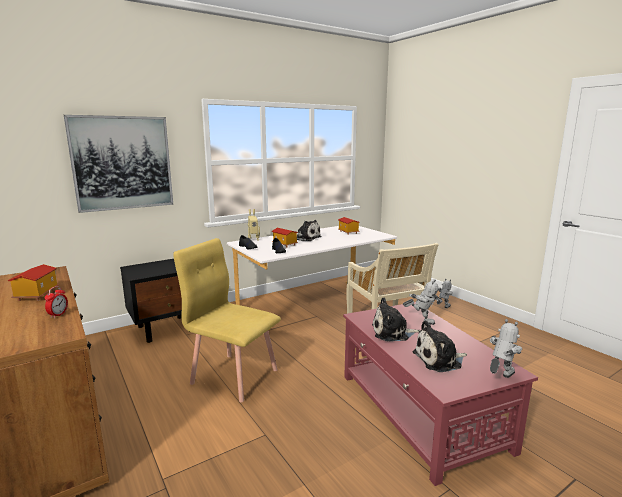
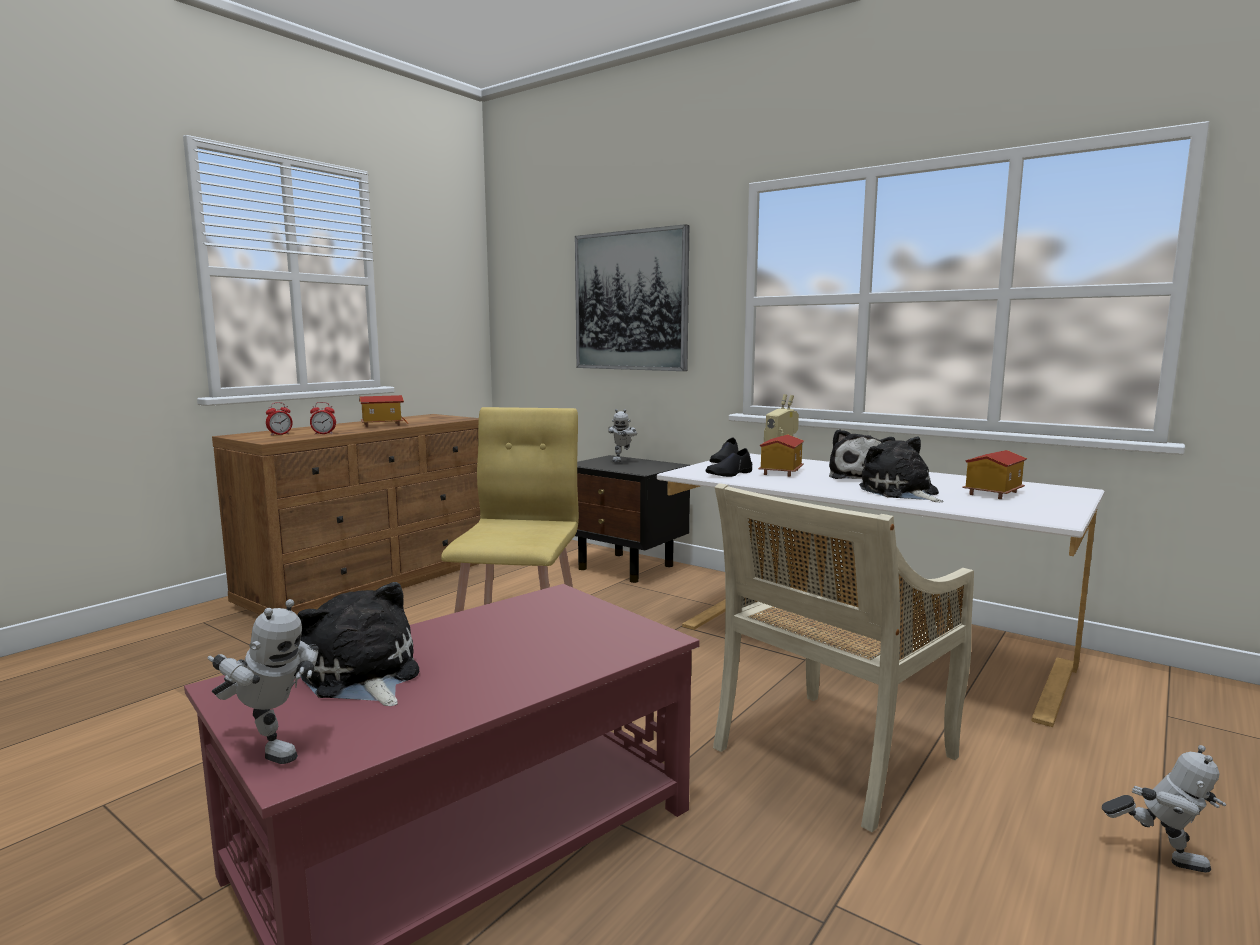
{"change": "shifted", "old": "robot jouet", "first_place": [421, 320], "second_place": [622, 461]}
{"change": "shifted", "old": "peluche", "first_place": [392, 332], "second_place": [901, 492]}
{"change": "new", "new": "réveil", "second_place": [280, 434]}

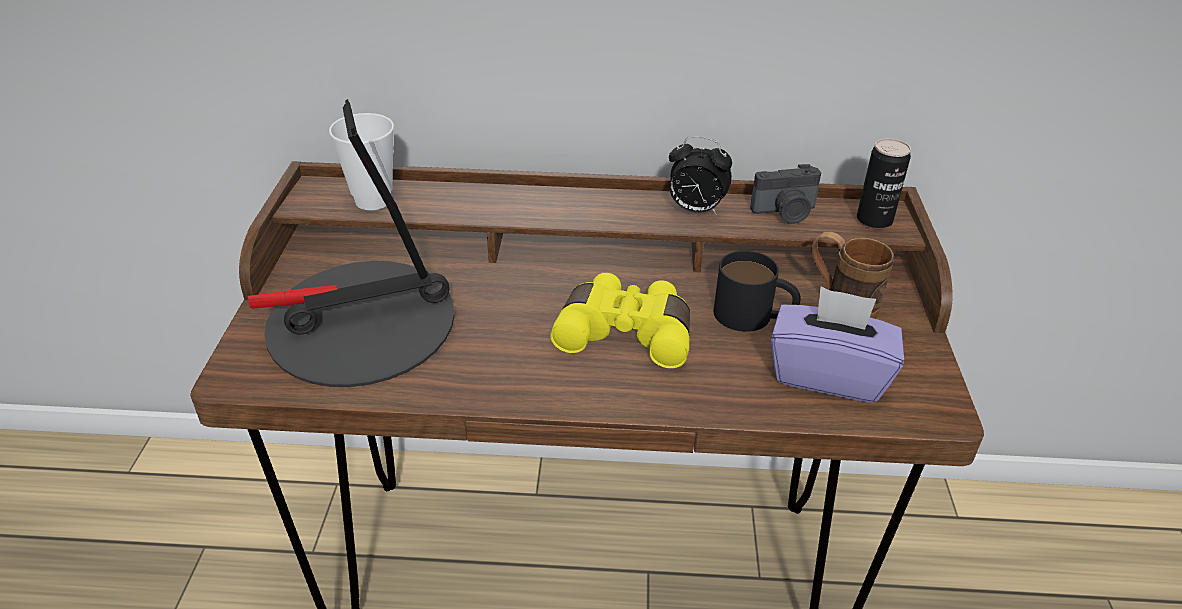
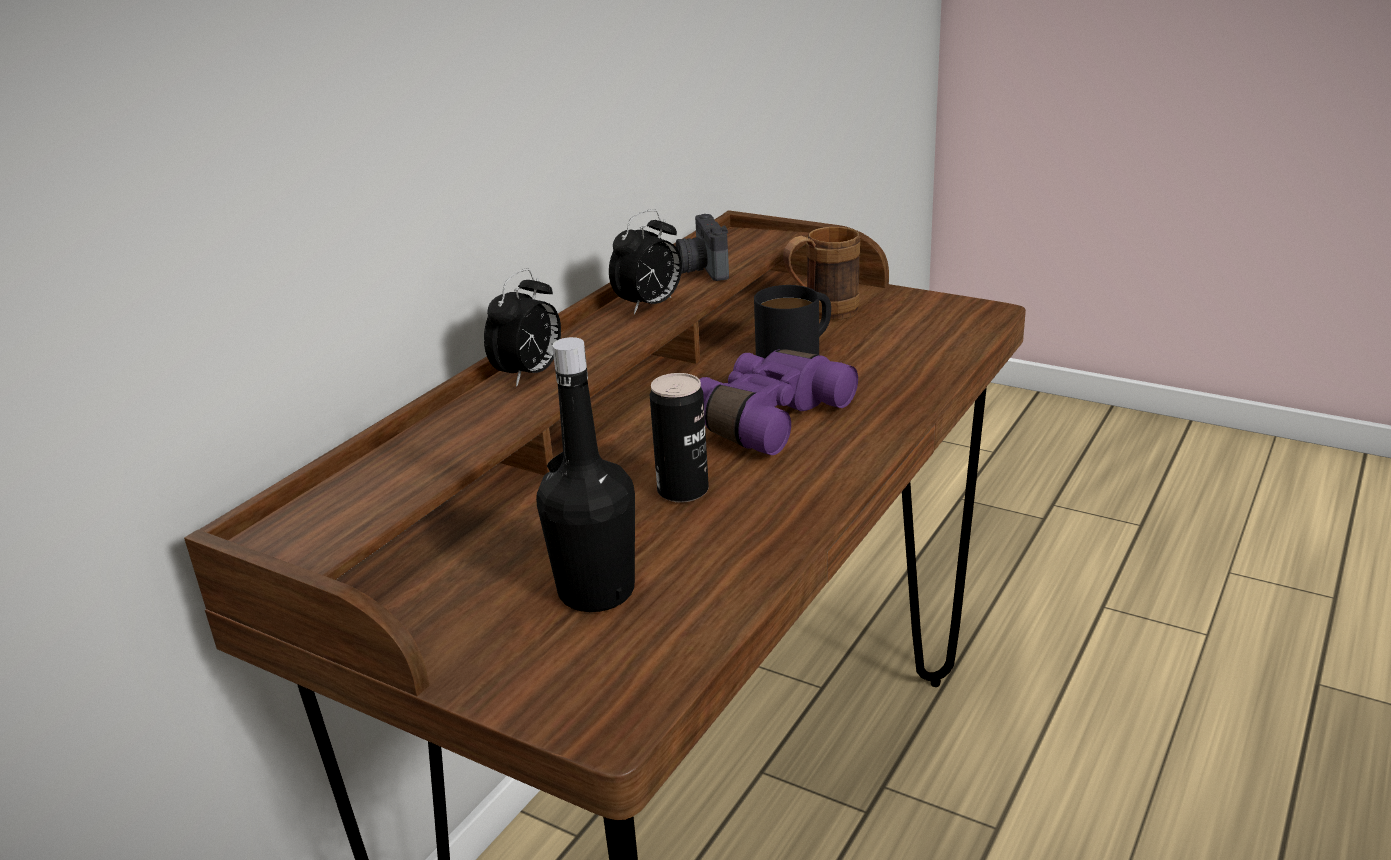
{"change": "swapped", "old": "lampe de table", "new": "bouteille/noir", "first_place": [362, 328], "second_place": [596, 591]}
{"change": "gone", "old": "tasse", "first_place": [373, 200]}
{"change": "shifted", "old": "boîte métallique", "first_place": [874, 220], "second_place": [683, 490]}
{"change": "rotated", "old": "appareil photo", "first_place": [785, 213], "second_place": [702, 269], "degrees": 150}
{"change": "repainted", "old": "jumelles/jaune", "new": "jumelles/violet", "first_place": [626, 332], "second_place": [766, 418]}
{"change": "gone", "old": "boîte à mouchoirs/violet", "first_place": [828, 374]}
{"change": "new", "new": "réveil", "second_place": [529, 375]}

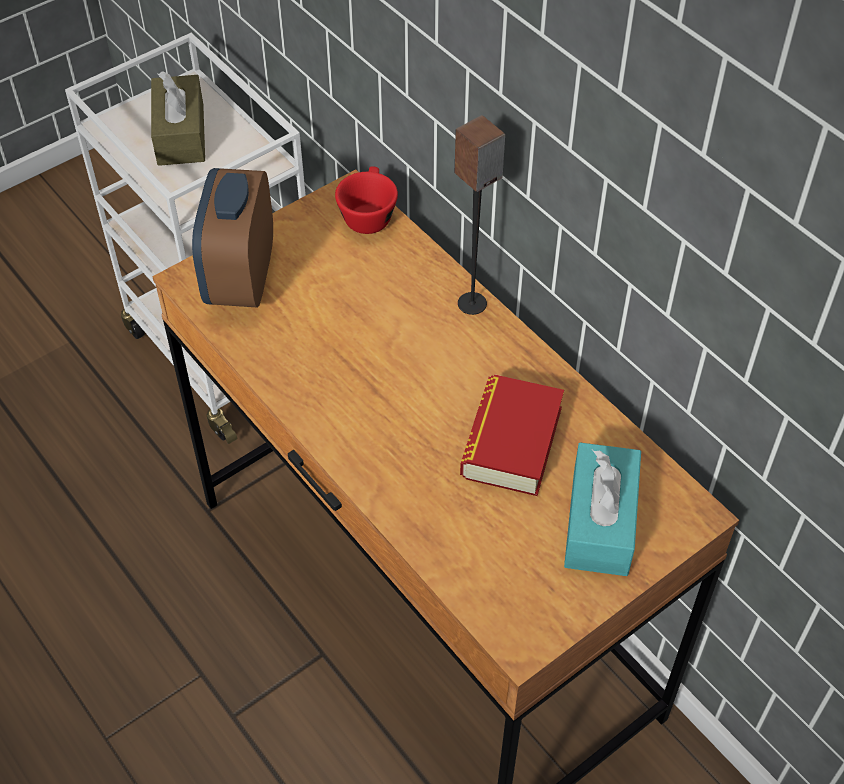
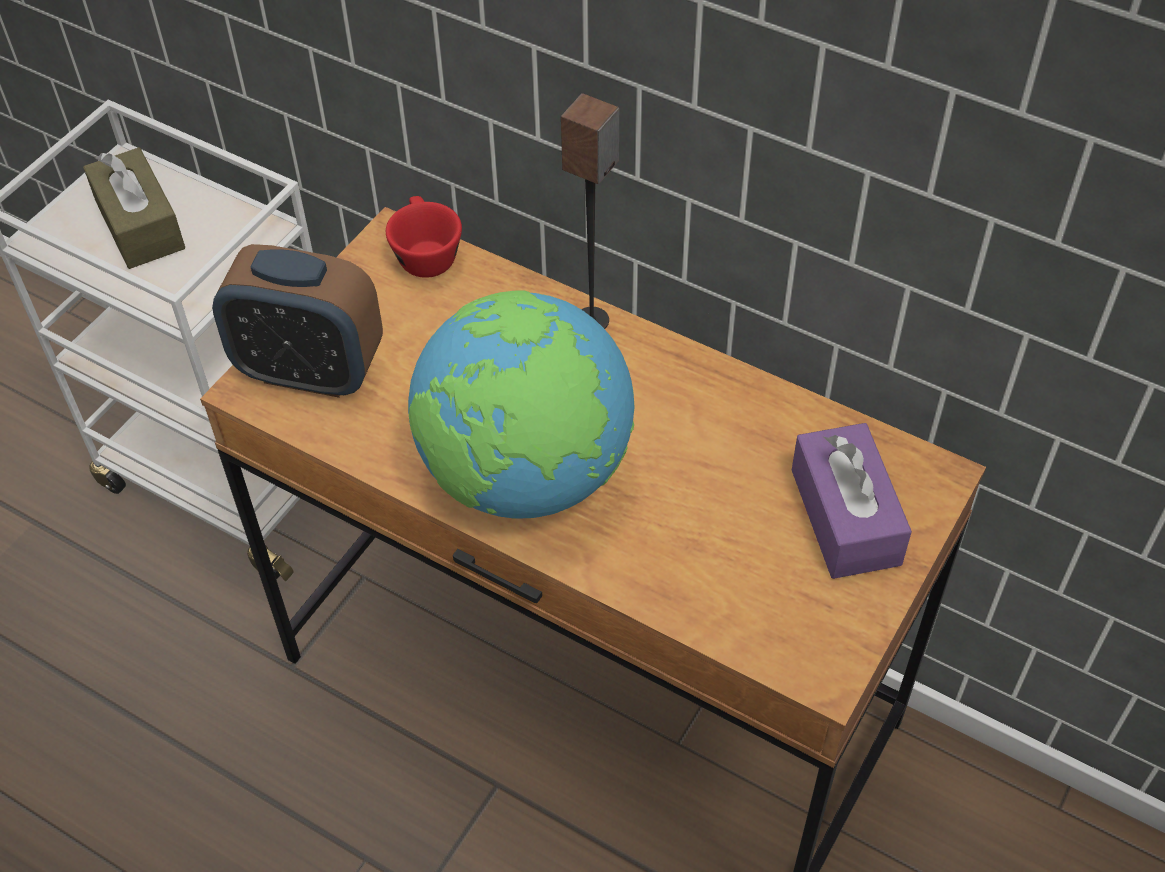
{"change": "rotated", "old": "réveil", "first_place": [240, 279], "second_place": [310, 371], "degrees": -60}
{"change": "gone", "old": "livre", "first_place": [511, 442]}
{"change": "repainted", "old": "boîte à mouchoirs/turquoise", "new": "boîte à mouchoirs/violet", "first_place": [600, 522], "second_place": [845, 517]}
{"change": "new", "new": "globe", "second_place": [525, 475]}

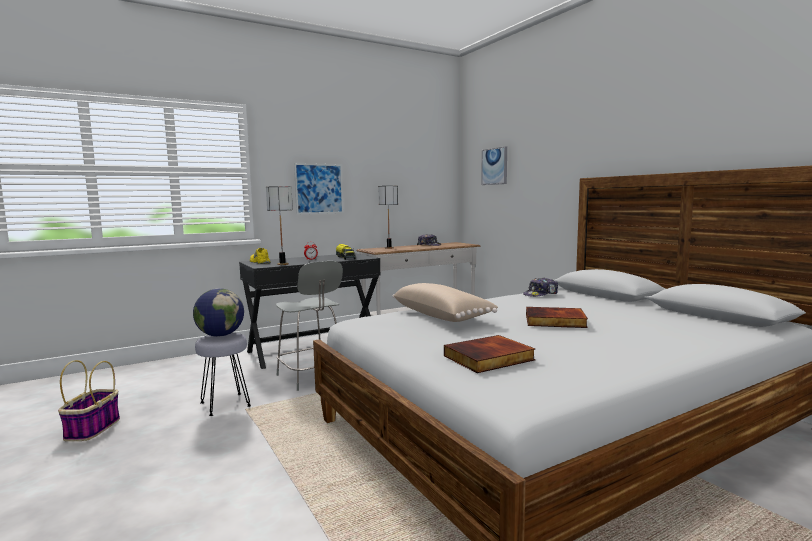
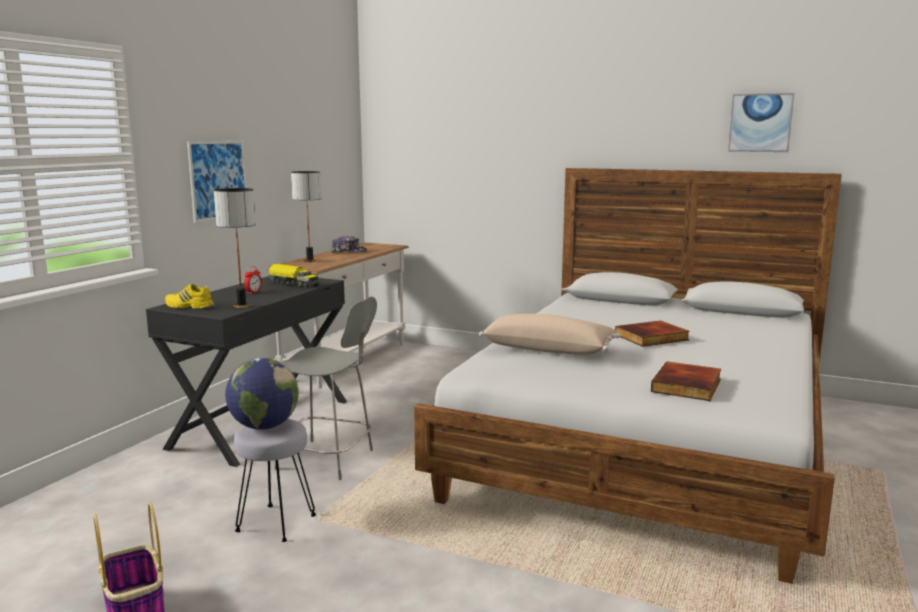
{"change": "shifted", "old": "tableau", "first_place": [494, 166], "second_place": [760, 123]}
{"change": "gone", "old": "casquette", "first_place": [541, 294]}

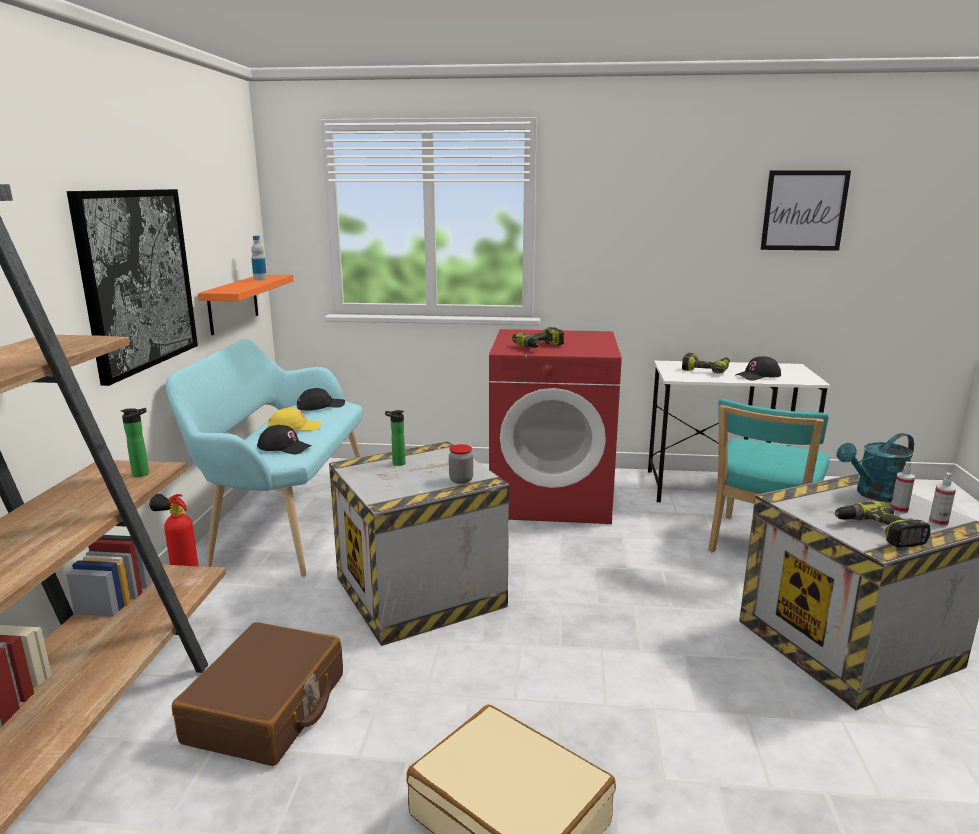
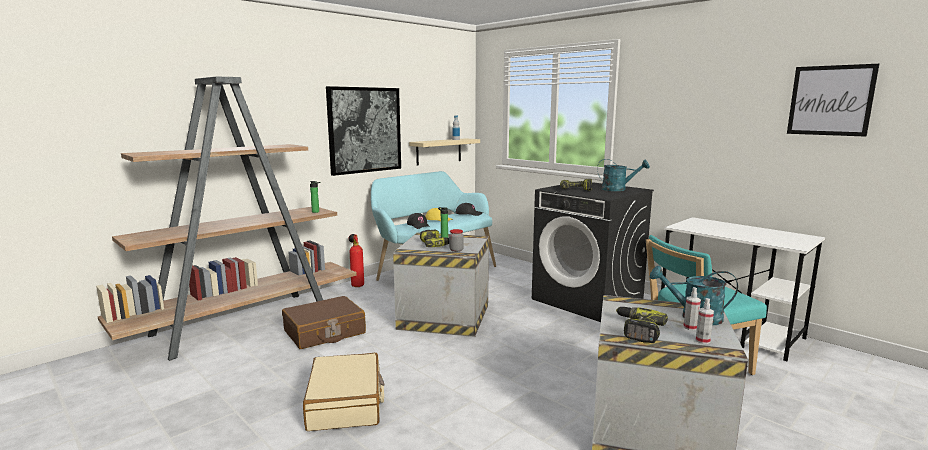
{"change": "repainted", "old": "étagère/orange", "new": "étagère/beige", "first_place": [233, 303], "second_place": [439, 151]}
{"change": "repainted", "old": "lave-linge/rouge", "new": "lave-linge/noir", "first_place": [552, 497], "second_place": [588, 300]}
{"change": "shifted", "old": "perceuse", "first_place": [706, 370], "second_place": [437, 244]}
{"change": "gone", "old": "casquette/noir", "first_place": [758, 376]}
{"change": "new", "new": "arrosoir/turquoise", "second_place": [618, 189]}

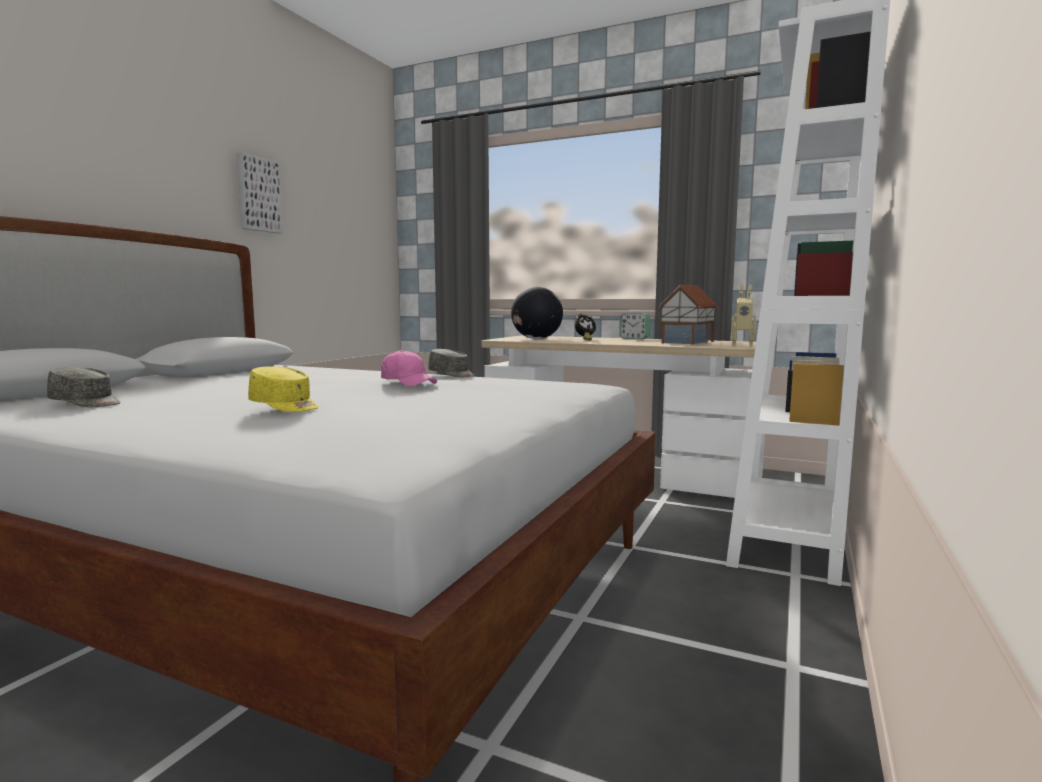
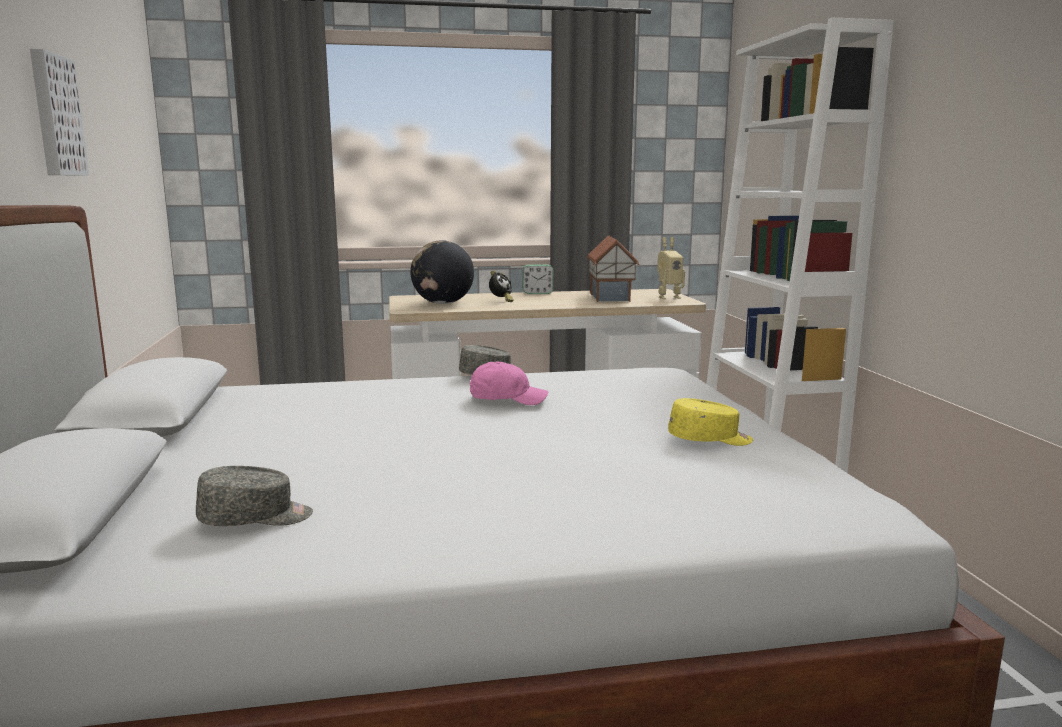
{"change": "shifted", "old": "casquette/jaune", "first_place": [285, 406], "second_place": [710, 440]}

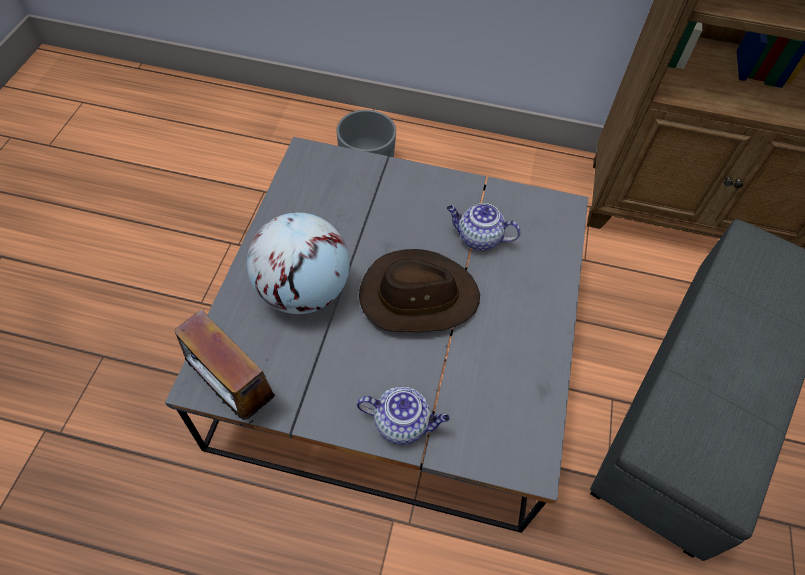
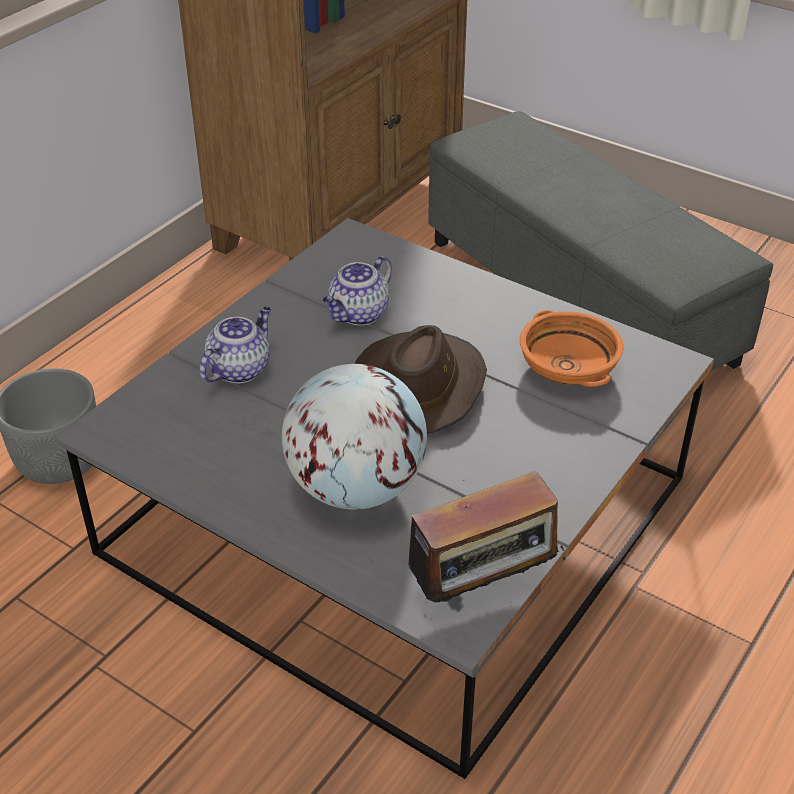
{"change": "shifted", "old": "théière", "first_place": [402, 423], "second_place": [239, 368]}
{"change": "new", "new": "bol/orange", "second_place": [569, 368]}

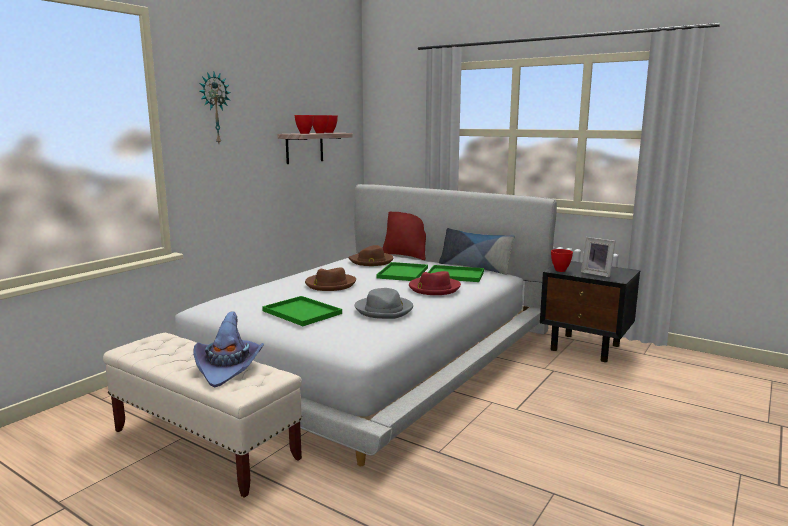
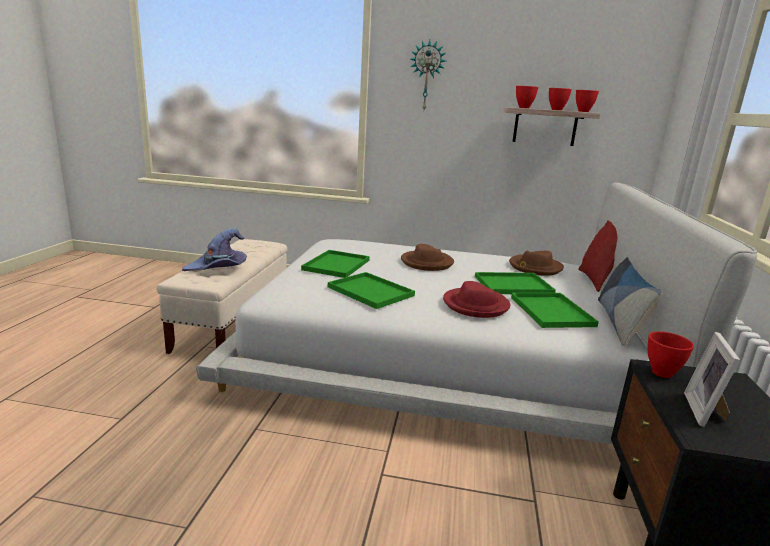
{"change": "swapped", "old": "chapeau/gris", "new": "plateau/vert", "first_place": [384, 310], "second_place": [372, 291]}

